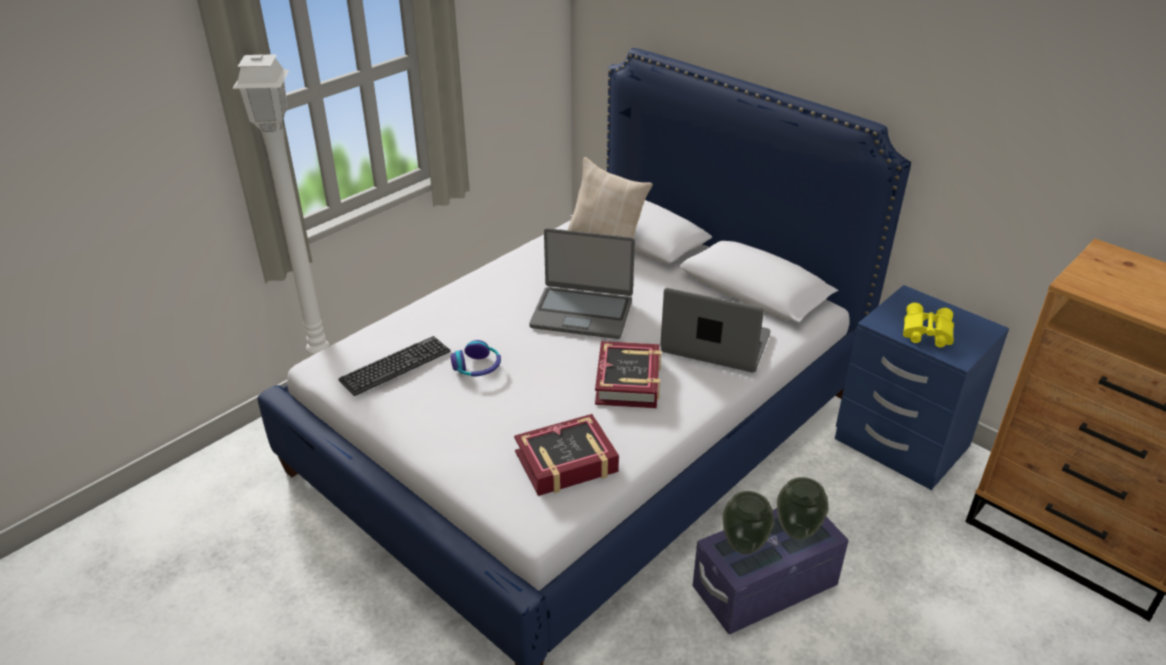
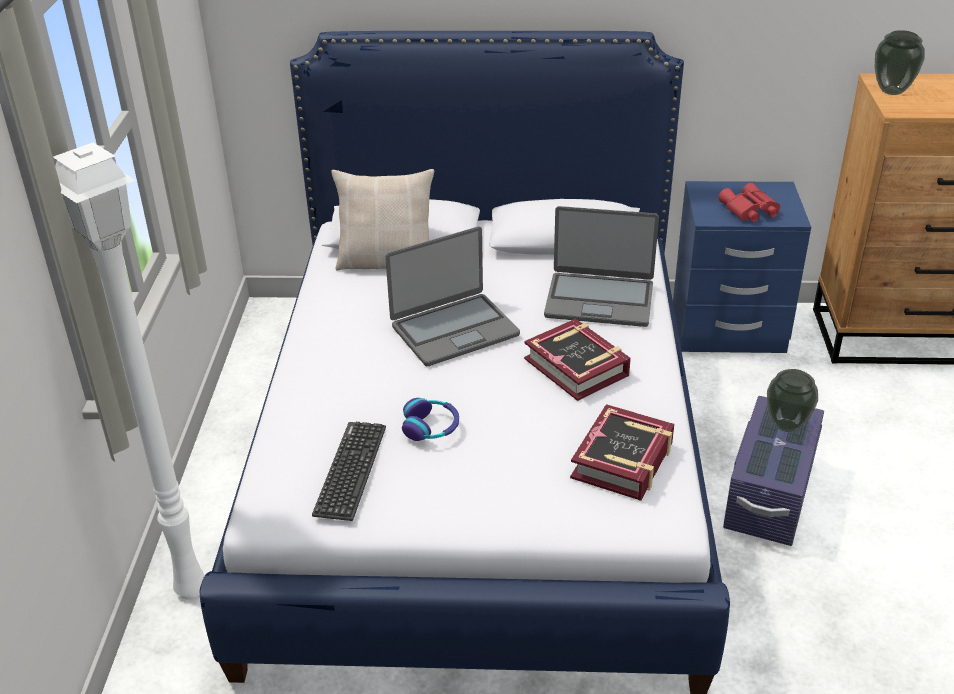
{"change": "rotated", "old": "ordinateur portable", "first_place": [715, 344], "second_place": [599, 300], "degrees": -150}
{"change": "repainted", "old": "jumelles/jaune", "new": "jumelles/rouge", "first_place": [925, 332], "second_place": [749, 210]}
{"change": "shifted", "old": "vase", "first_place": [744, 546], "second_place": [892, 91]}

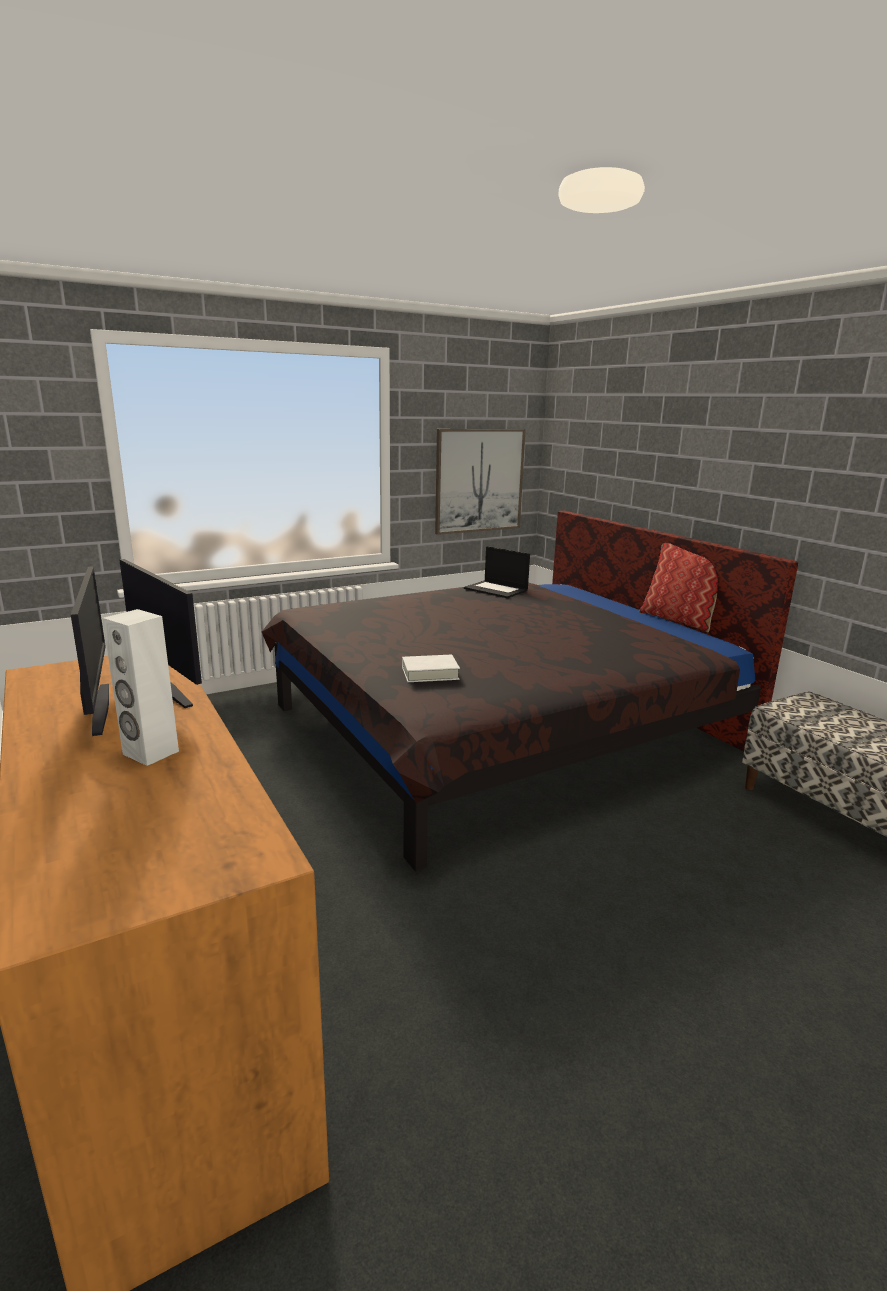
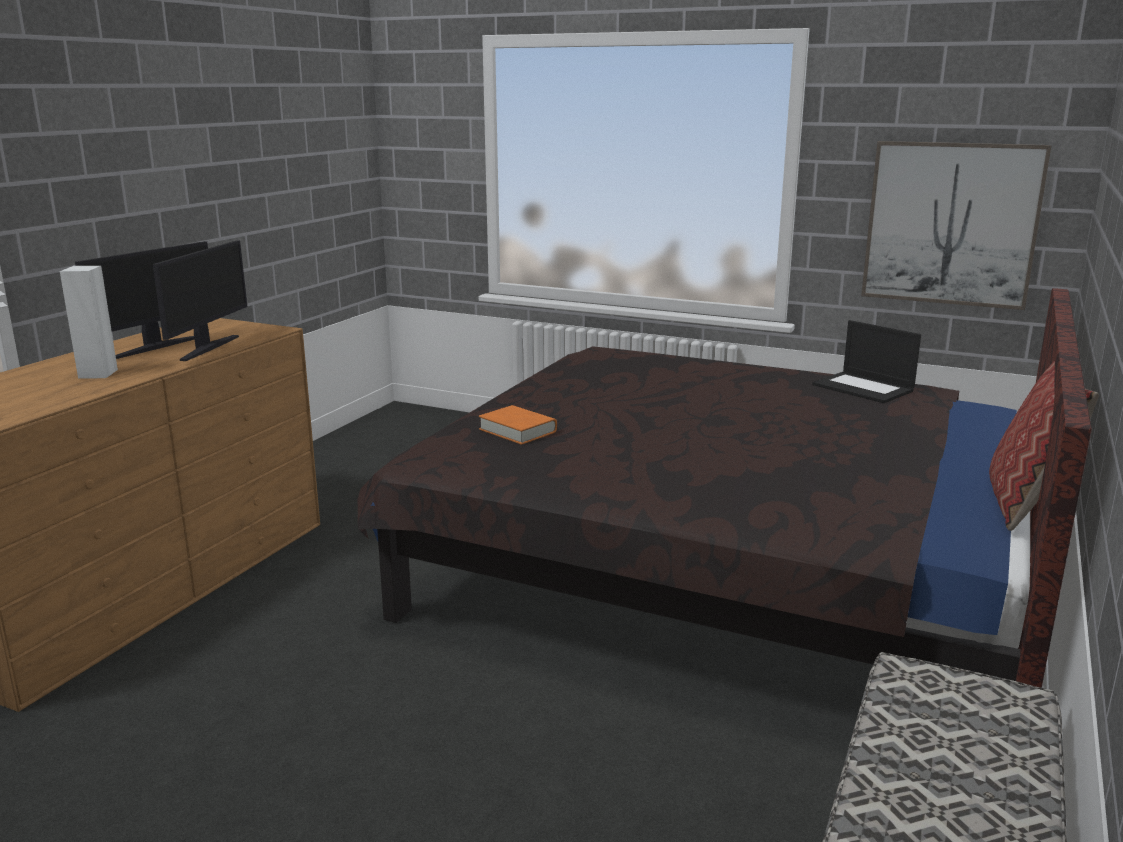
{"change": "rotated", "old": "ordinateur portable", "first_place": [496, 590], "second_place": [864, 388], "degrees": -45}
{"change": "repainted", "old": "livre/blanc", "new": "livre/orange", "first_place": [430, 673], "second_place": [517, 431]}

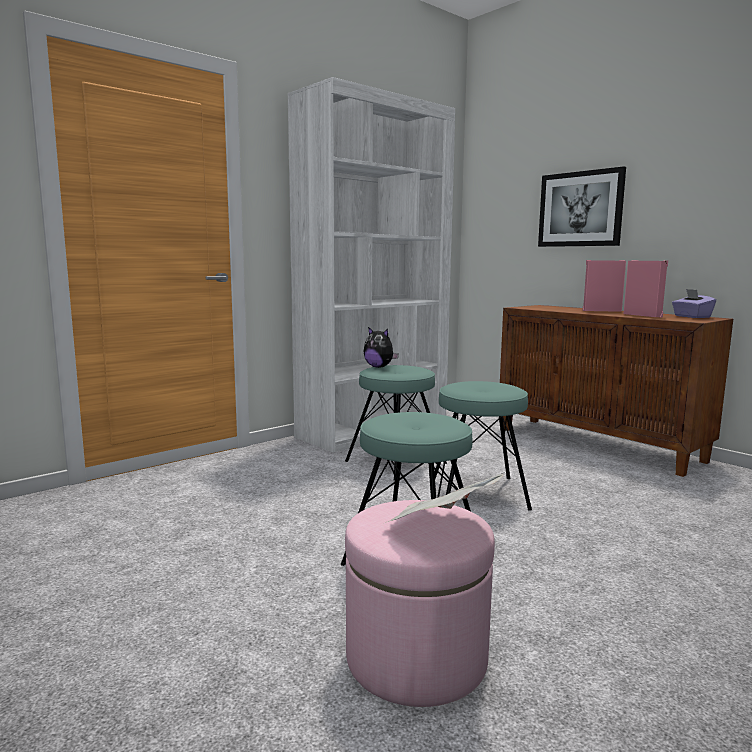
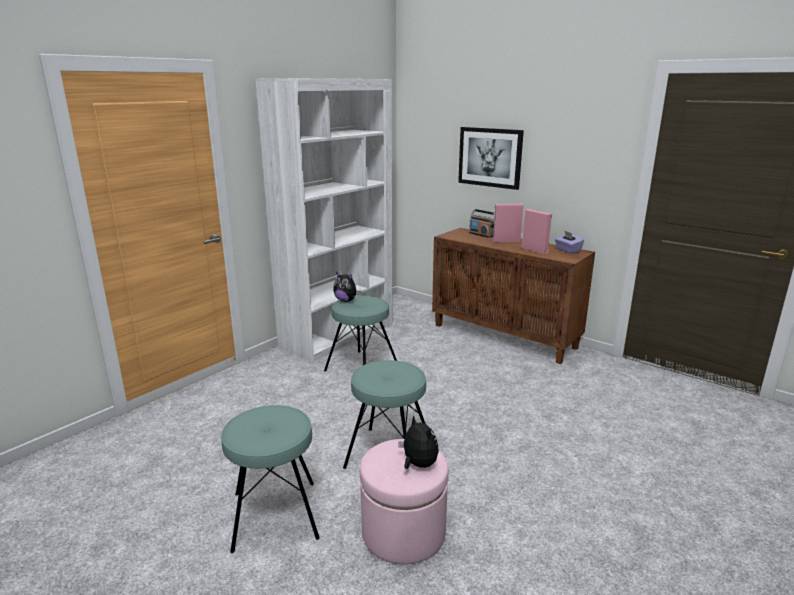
{"change": "shifted", "old": "tabouret/turquoise", "first_place": [478, 493], "second_place": [275, 515]}
{"change": "swapped", "old": "journal", "new": "peluche", "first_place": [442, 528], "second_place": [418, 464]}
{"change": "new", "new": "radio", "second_place": [481, 234]}

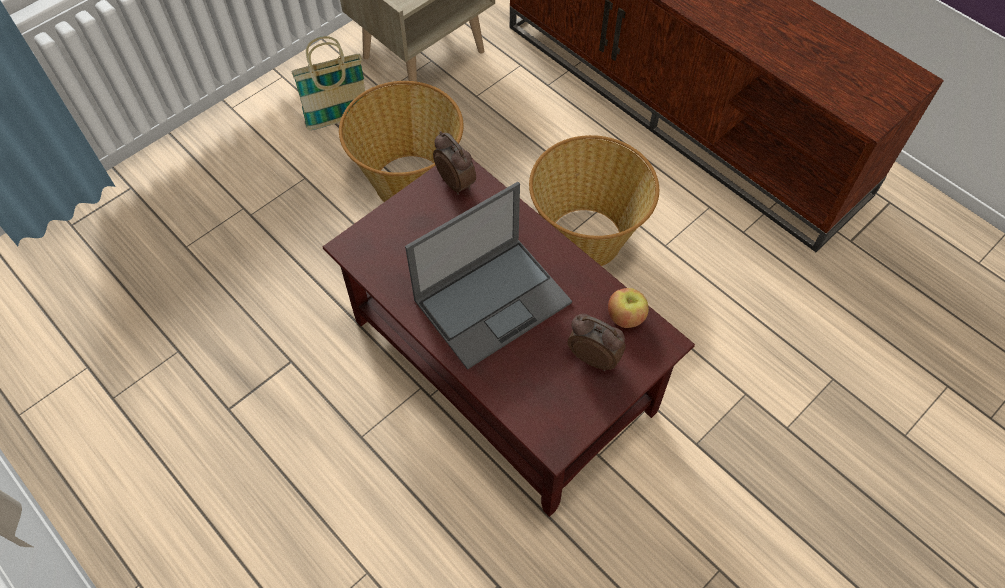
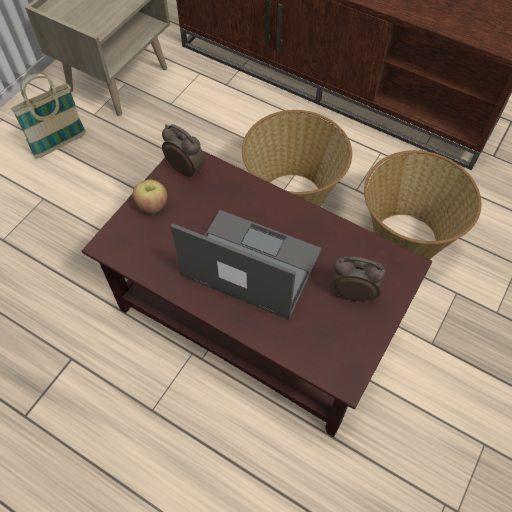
{"change": "shifted", "old": "panier", "first_place": [409, 181], "second_place": [404, 238]}
{"change": "rotated", "old": "ordinateur portable", "first_place": [493, 300], "second_place": [250, 263], "degrees": -105}
{"change": "shifted", "old": "pomme", "first_place": [625, 317], "second_place": [152, 206]}

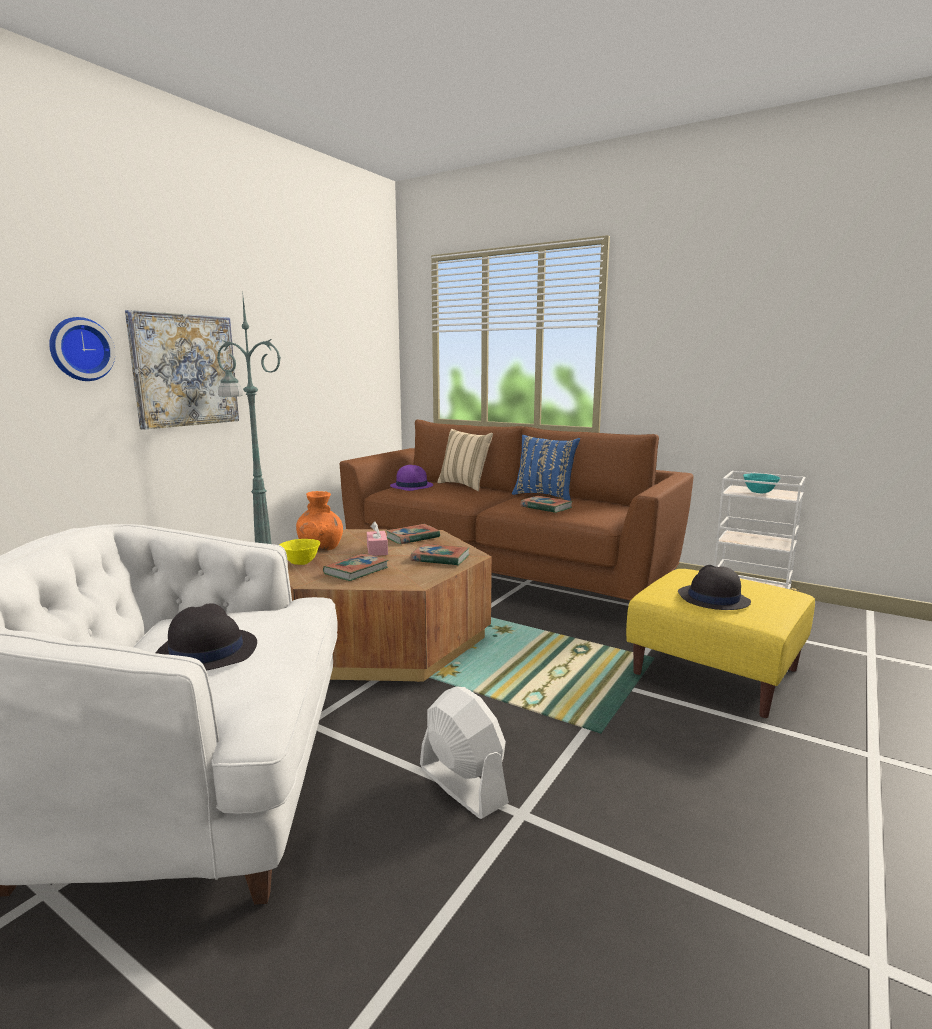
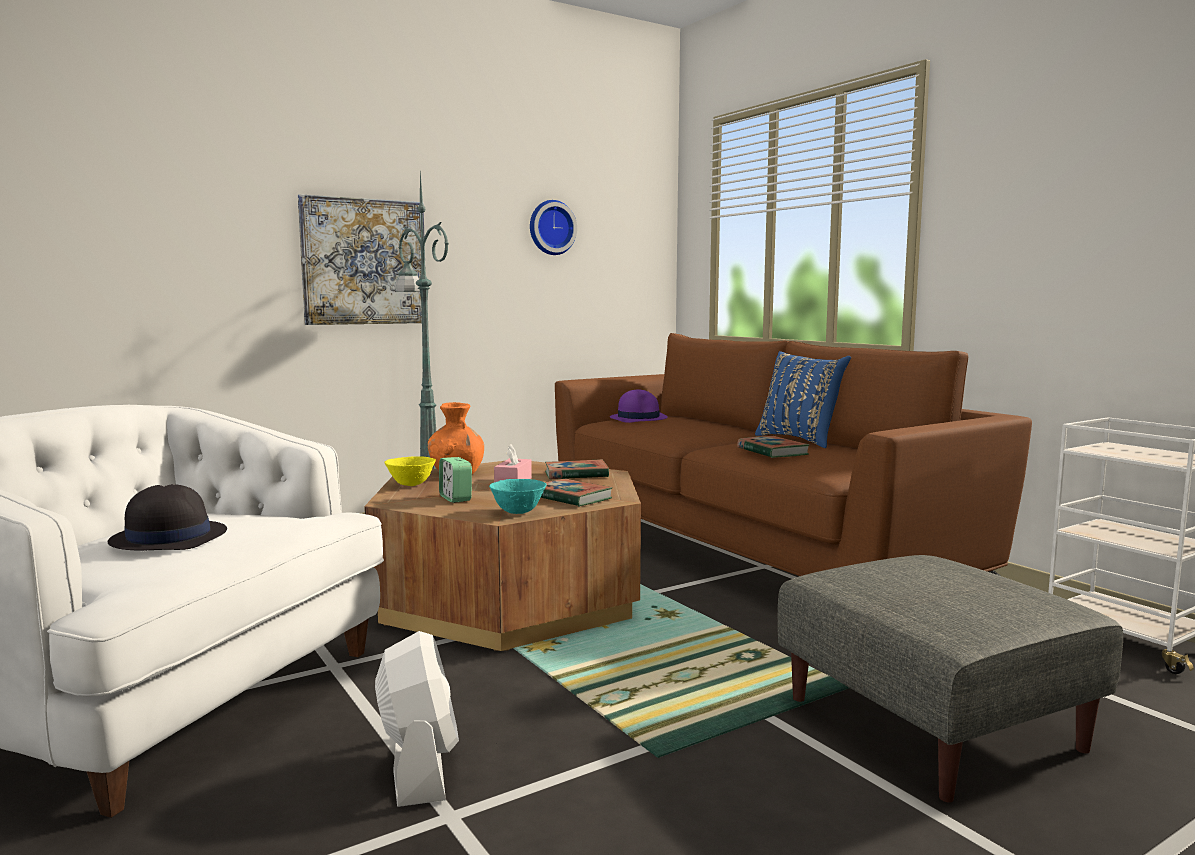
{"change": "shifted", "old": "horloge murale", "first_place": [80, 349], "second_place": [551, 228]}
{"change": "gone", "old": "coussin/beige", "first_place": [465, 485]}
{"change": "shifted", "old": "bol/turquoise", "first_place": [759, 492], "second_place": [518, 512]}
{"change": "swapped", "old": "livre", "new": "réveil", "first_place": [356, 571], "second_place": [455, 498]}
{"change": "gone", "old": "chapeau/noir", "first_place": [712, 598]}
{"change": "repainted", "old": "pouf/jaune", "new": "pouf/gris", "first_place": [716, 672], "second_place": [934, 724]}

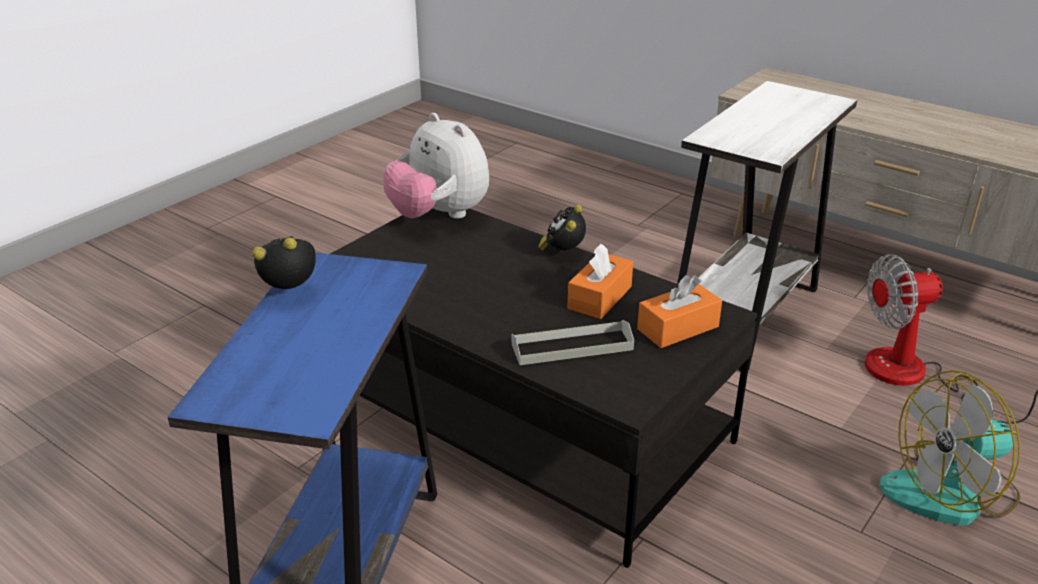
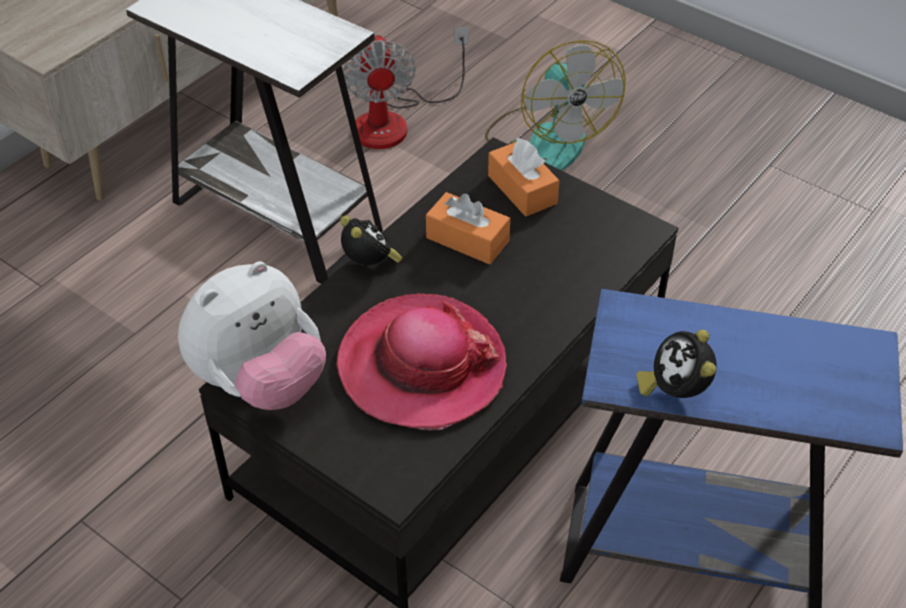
{"change": "rotated", "old": "réveil", "first_place": [563, 252], "second_place": [370, 264], "degrees": -135}
{"change": "gone", "old": "plateau/gris", "first_place": [572, 347]}
{"change": "new", "new": "chapeau", "second_place": [421, 366]}

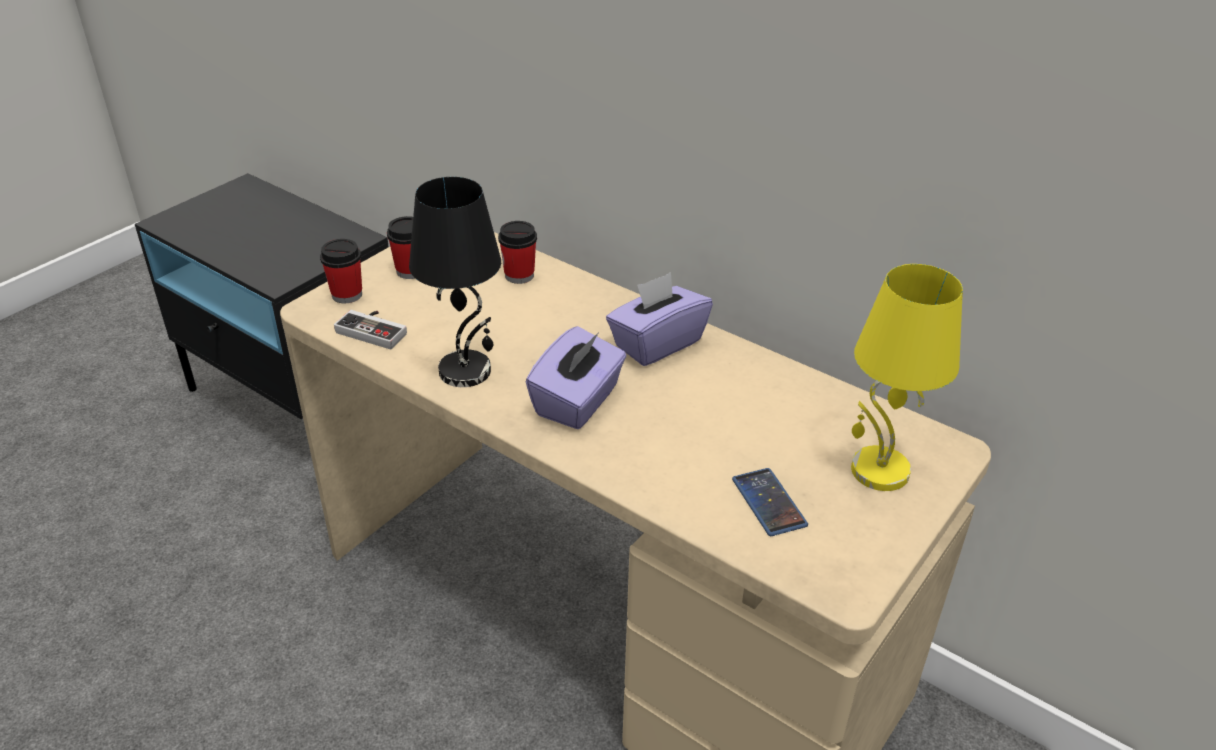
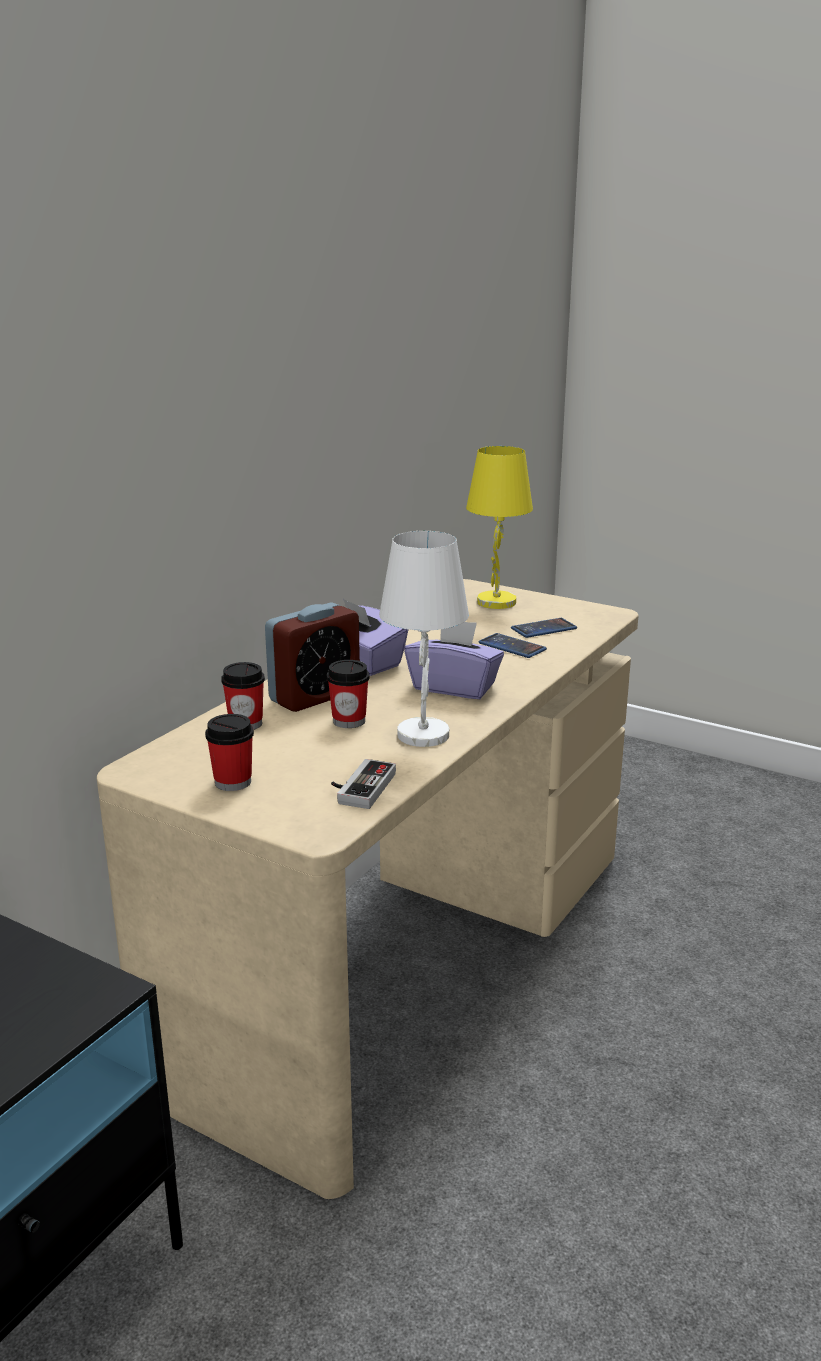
{"change": "repainted", "old": "lampe de table/noir", "new": "lampe de table/blanc", "first_place": [466, 370], "second_place": [422, 734]}
{"change": "shifted", "old": "tasse", "first_place": [347, 295], "second_place": [349, 721]}
{"change": "new", "new": "réveil", "second_place": [315, 696]}
{"change": "new", "new": "téléphone", "second_place": [512, 646]}

